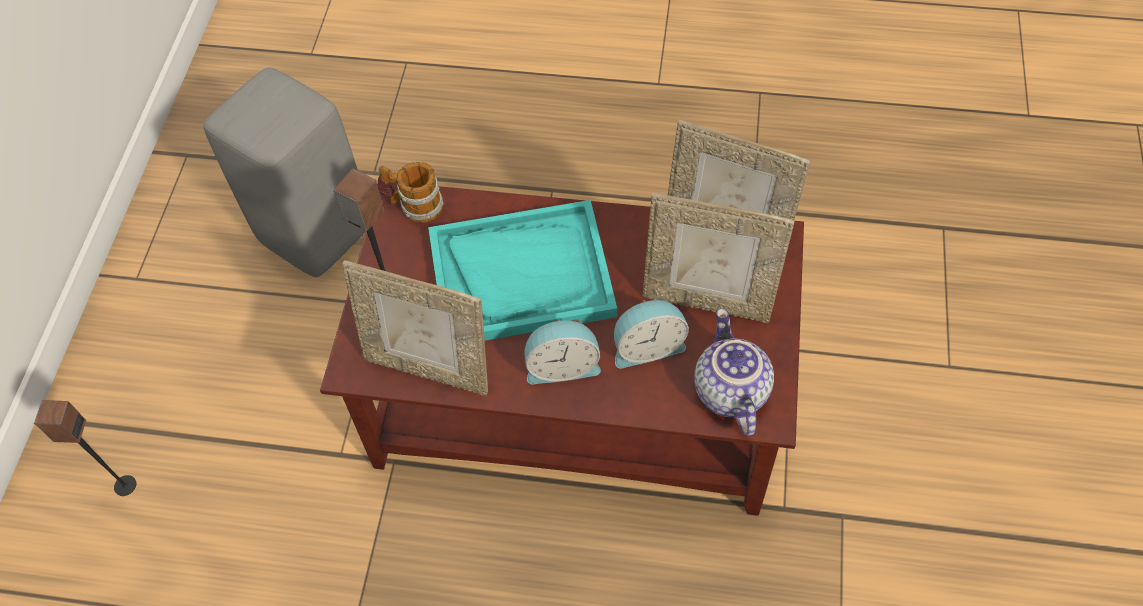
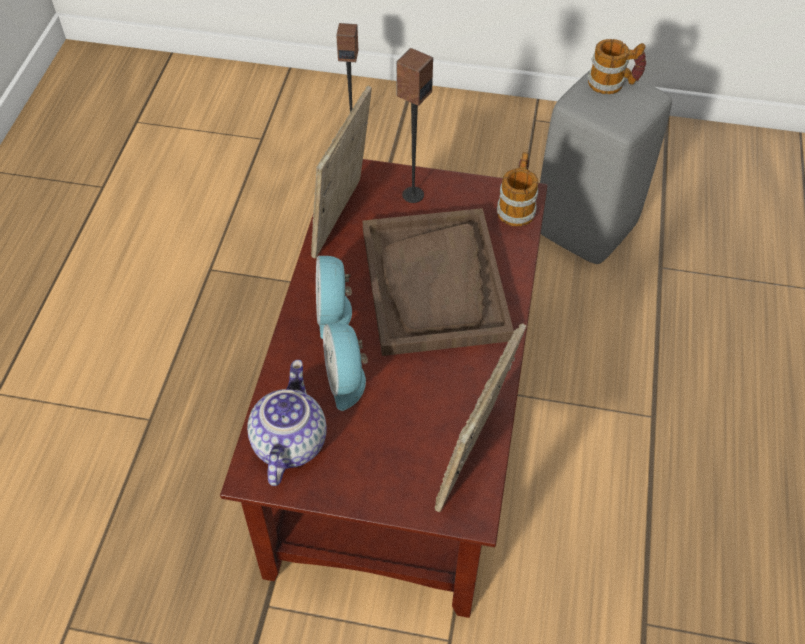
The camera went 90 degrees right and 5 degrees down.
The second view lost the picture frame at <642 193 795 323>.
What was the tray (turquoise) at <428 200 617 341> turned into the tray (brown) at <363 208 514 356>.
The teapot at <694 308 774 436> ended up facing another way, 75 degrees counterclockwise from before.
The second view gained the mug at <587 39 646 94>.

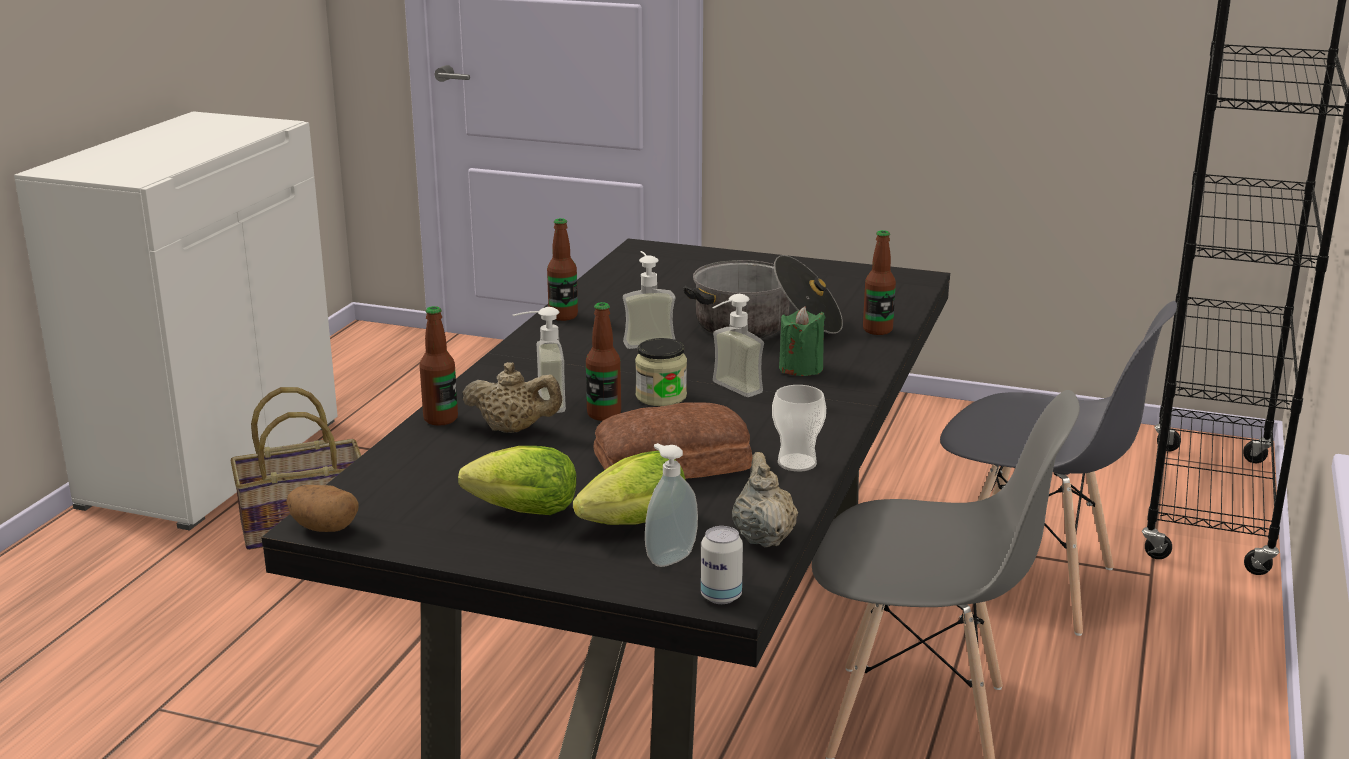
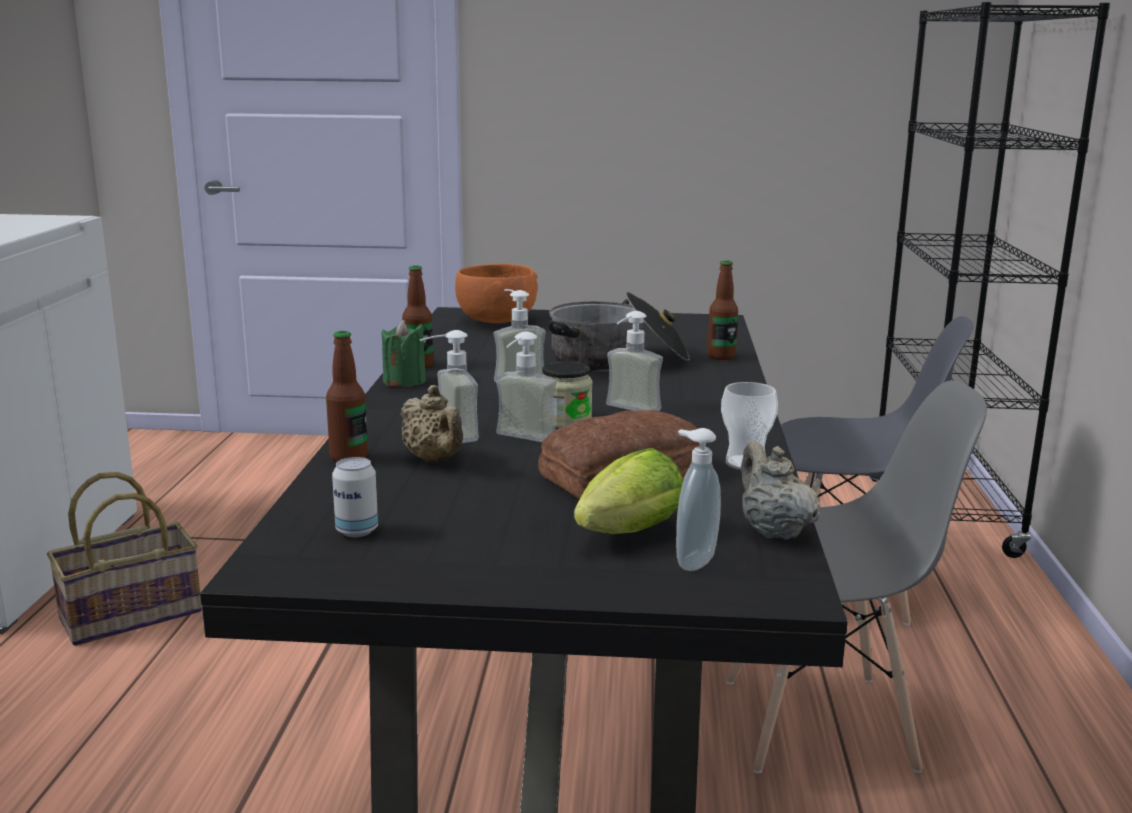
The camera went 15 degrees left and 5 degrees down.
Where the bottle stood at <586 302 621 421>, the soap dispenser came to stand at <496 331 557 442>.
The candle (green) ended up elsewhere, having gone from <779 306 826 376> to <382 320 426 387>.
The teapot (beige) at <462 362 562 433> ended up facing another way, 60 degrees clockwise from before.
The second view lost the lettuce at <458 446 577 515>.
The second view lost the potato at <287 485 359 532>.
The can ended up elsewhere, having gone from <701 526 743 604> to <332 457 378 537>.
The second view gained the bowl (orange) at <455 264 537 323>.

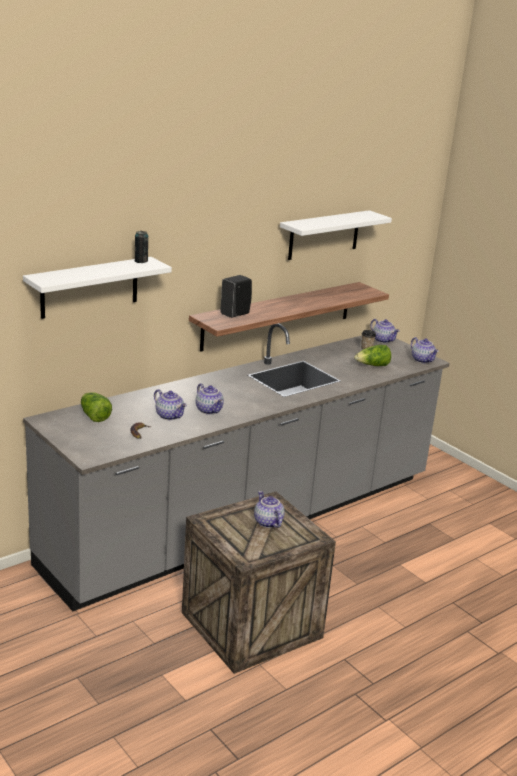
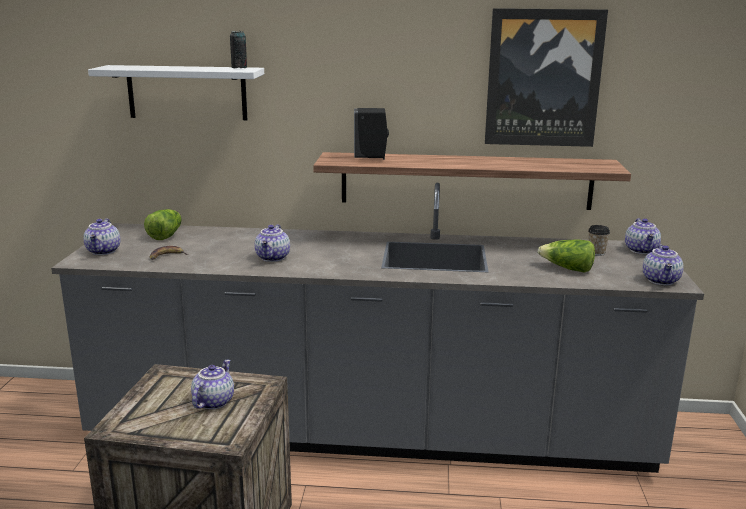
The camera went 45 degrees right and 5 degrees down.
Where the shelf (white) hung at <280 210 392 260>, the picture came to hang at <485 8 608 147>.
The teapot ended up elsewhere, having gone from <154 389 187 420> to <83 219 120 255>.

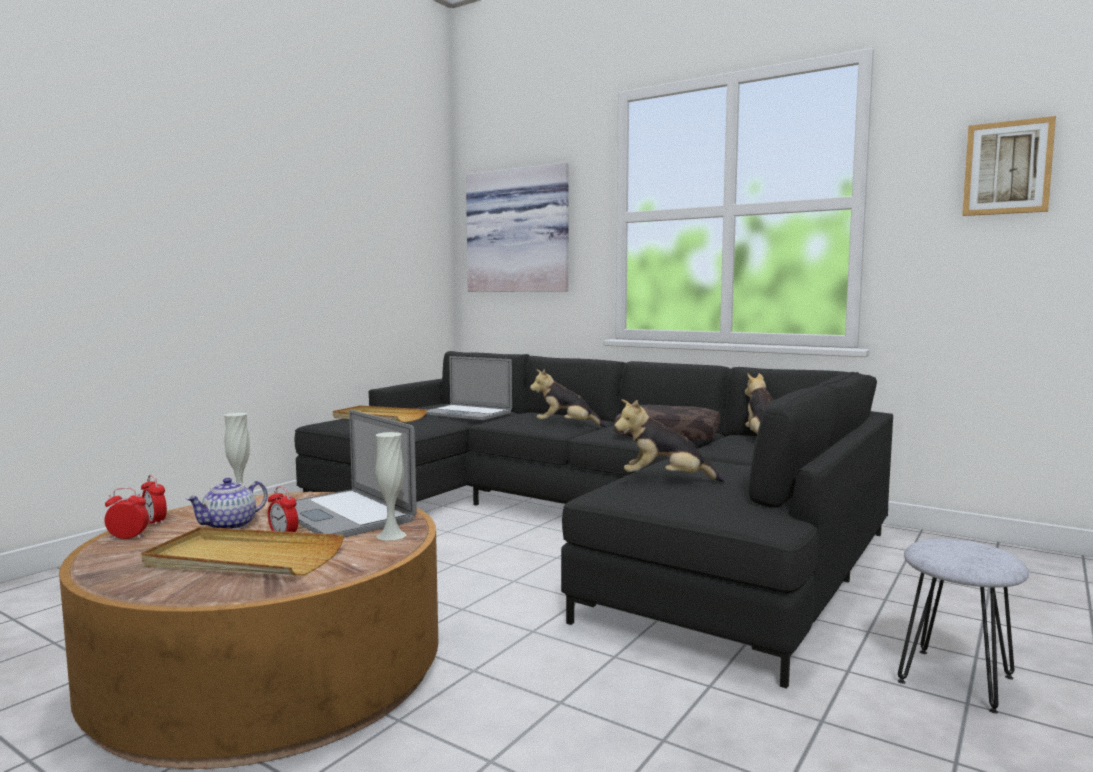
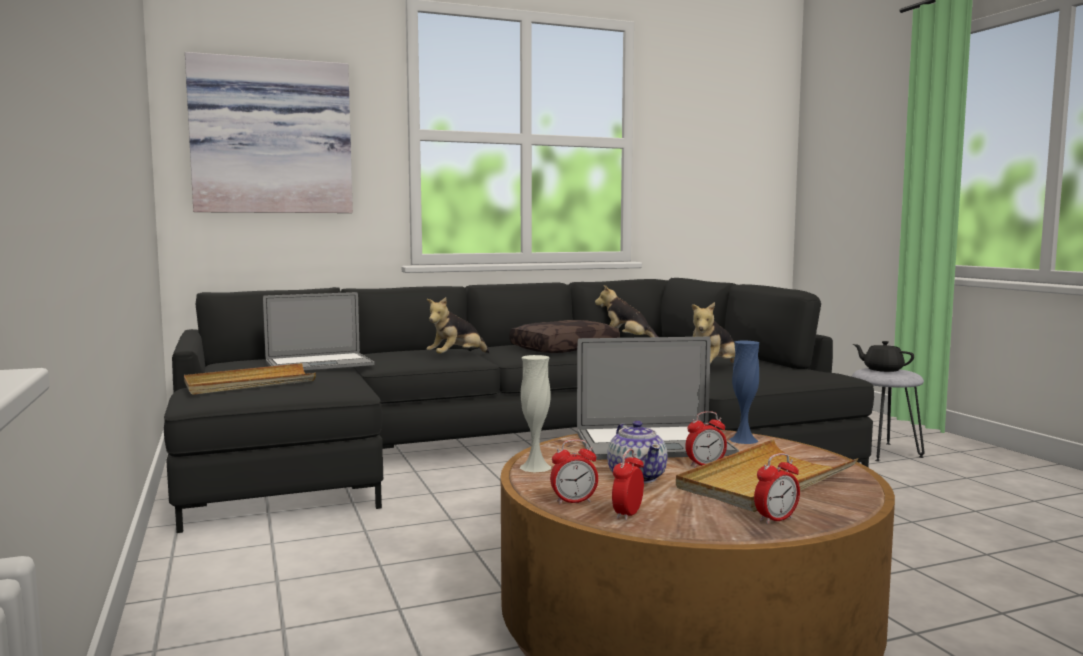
The camera went 55 degrees left and 0 degrees up.
The second view lost the picture at <962 116 1056 216>.
What was the vase (white) at <375 432 406 540> turned into the vase (blue) at <729 341 759 444>.
The second view gained the teapot (black) at <853 341 914 372>.
The second view gained the alarm clock at <754 453 800 524>.

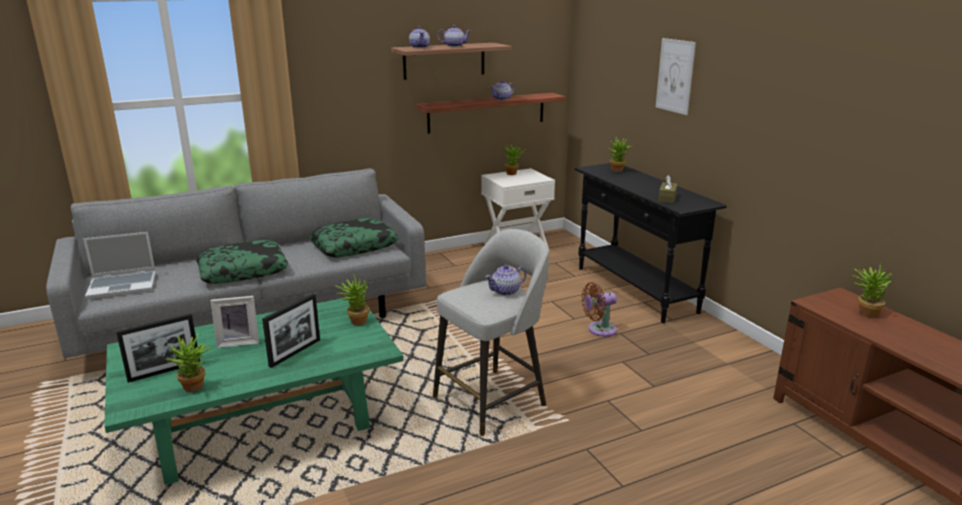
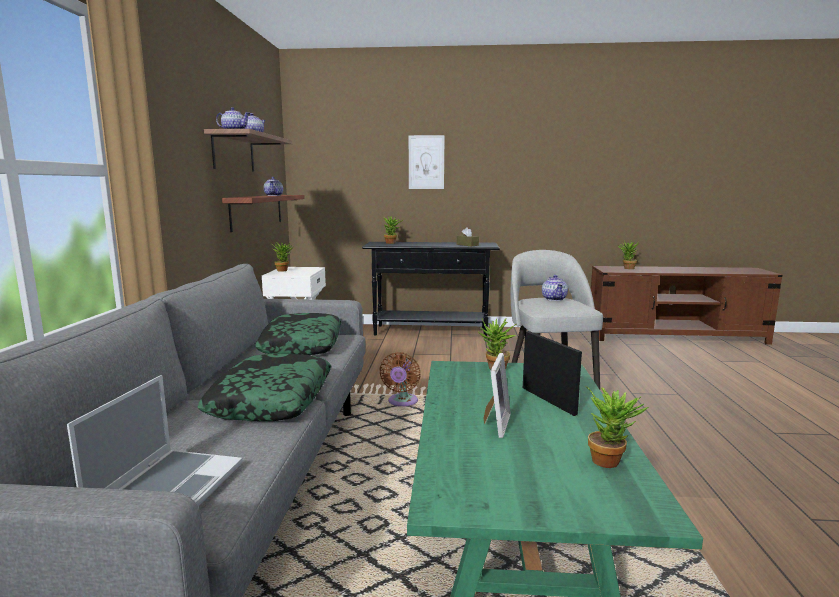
The camera went 60 degrees left and 10 degrees down.
The fan (brown) ended up elsewhere, having gone from <581 282 617 337> to <379 352 420 406>.
The second view lost the picture frame at <116 314 200 383>.

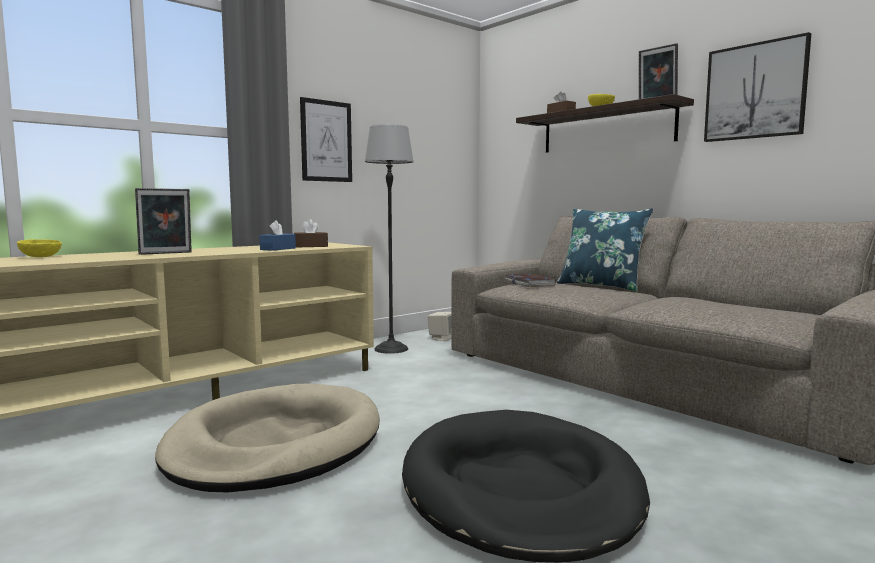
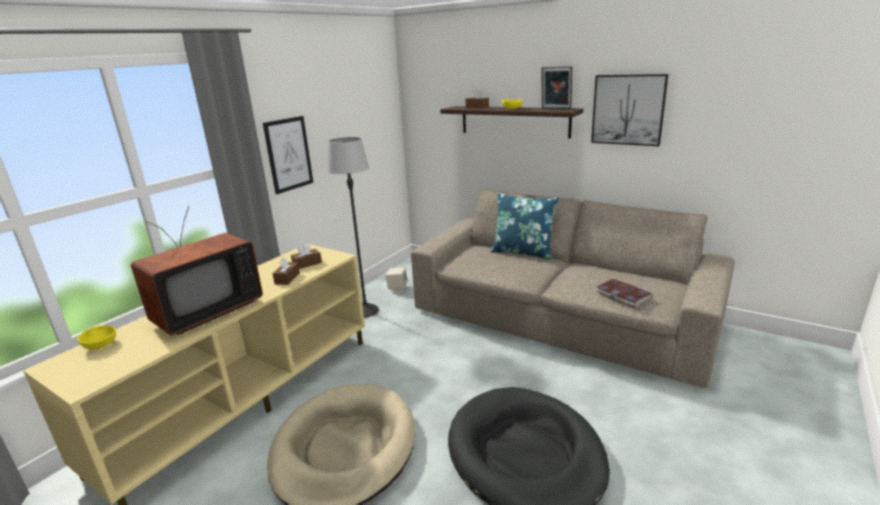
The camera went 15 degrees left and 15 degrees up.
Where the picture frame stood at <135 188 192 255>, the television came to stand at <131 206 263 335>.
What was the tissue box (blue) at <259 220 296 251> turned into the tissue box (brown) at <273 257 300 285>.
The book ended up elsewhere, having gone from <506 274 556 287> to <596 279 652 307>.

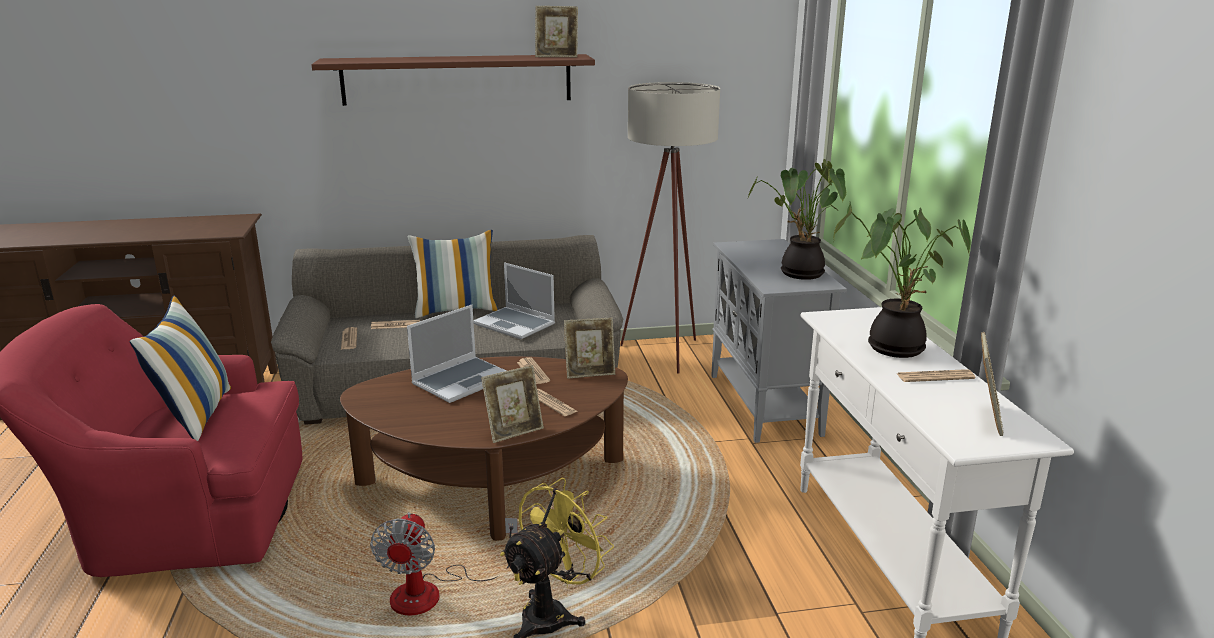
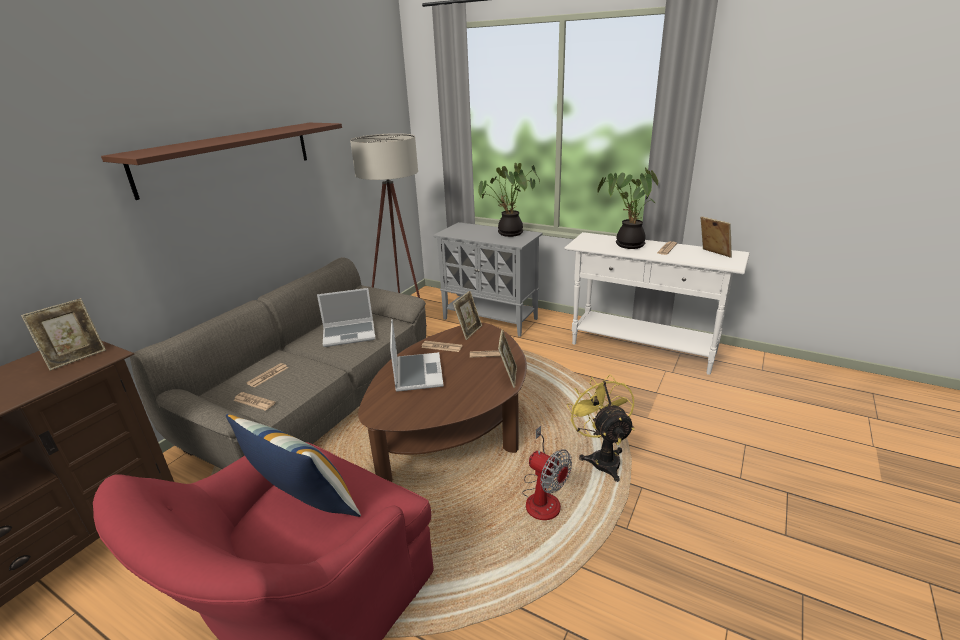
The camera went 50 degrees left and 5 degrees up.
The picture frame ended up elsewhere, having gone from <535 6 578 57> to <21 298 106 371>.
The second view lost the pillow at <408 230 499 318>.

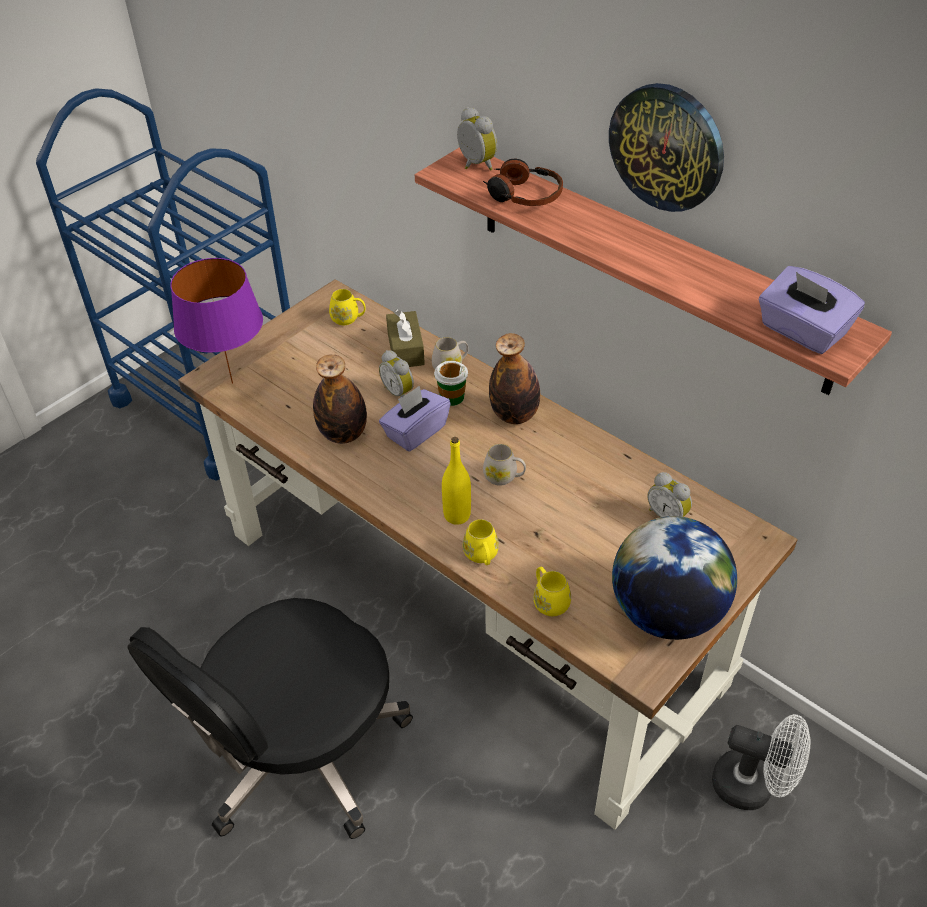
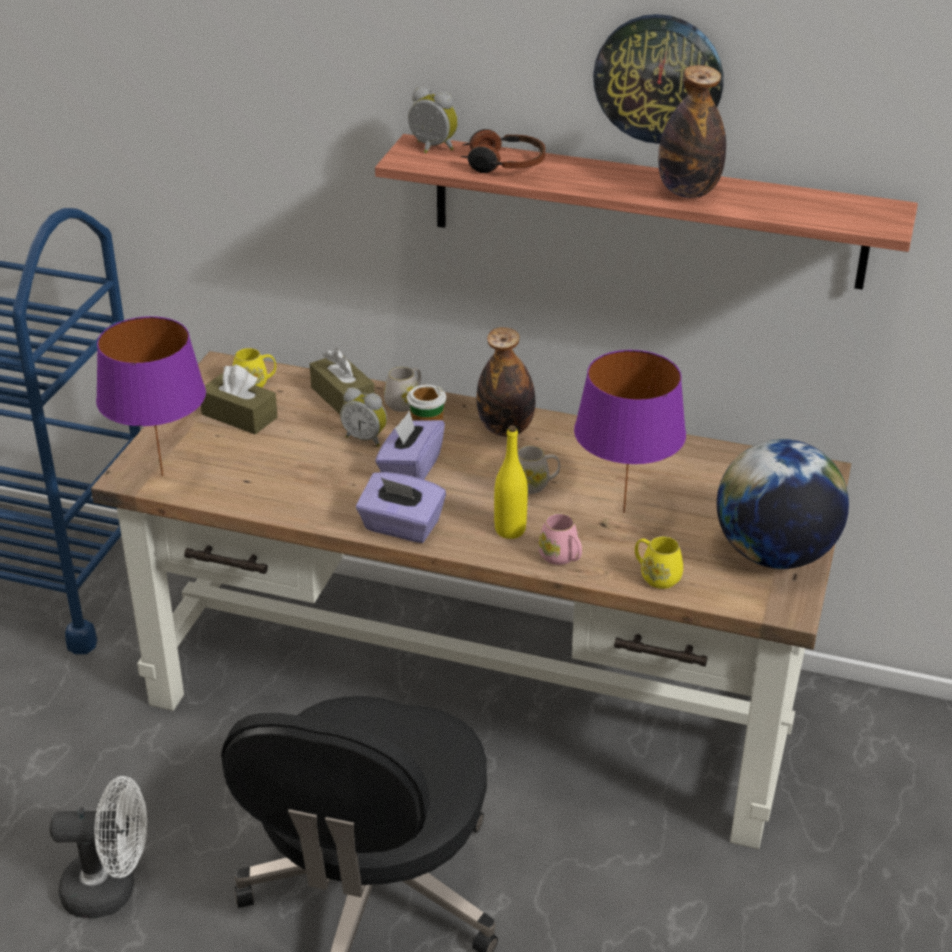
The camera went 25 degrees left and 10 degrees down.
The tissue box (purple) ended up elsewhere, having gone from <759 266 865 354> to <356 472 446 543>.
The bottle ended up elsewhere, having gone from <313 354 367 444> to <658 65 726 198>.
The second view lost the alarm clock at <648 472 692 517>.
What was the mug (yellow) at <463 519 499 565> turned into the mug (pink) at <538 513 582 565>.
The fan (white) ended up elsewhere, having gone from <712 714 811 810> to <50 776 147 918>.
The second view gained the table lamp (purple) at <574 350 686 513>.
The second view gained the tissue box (brown) at <201 365 278 435>.

